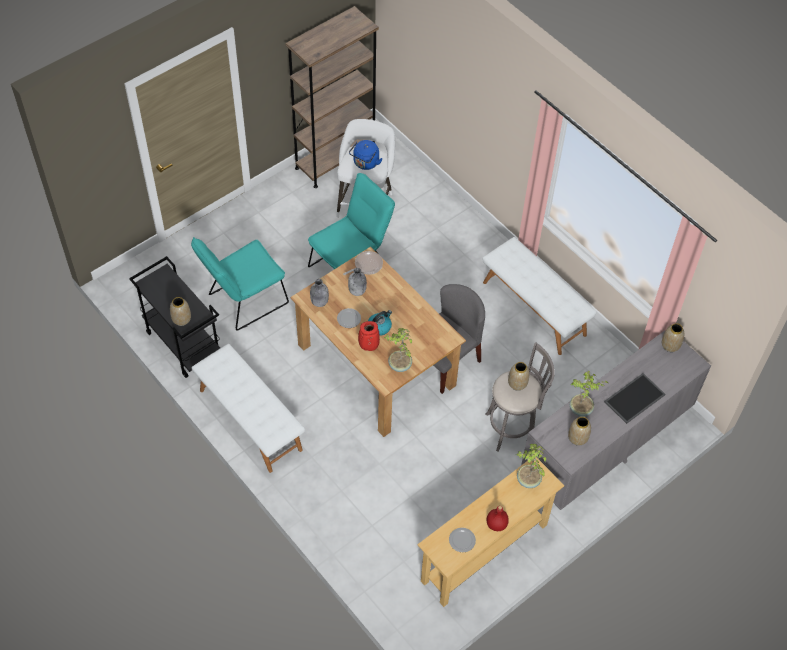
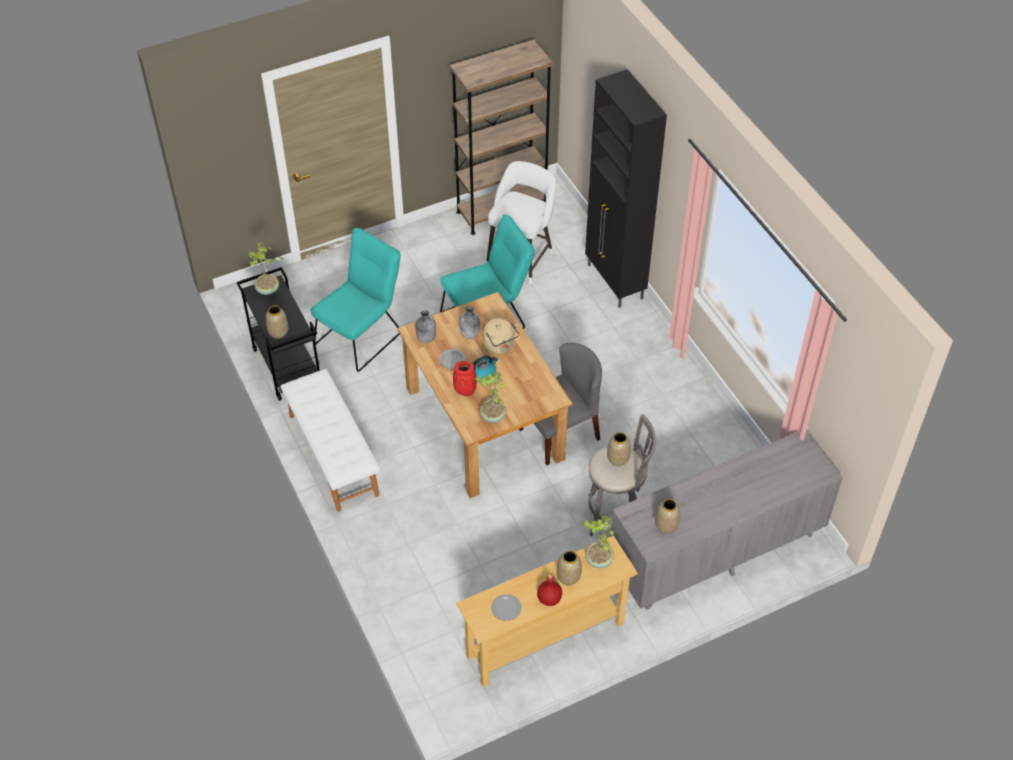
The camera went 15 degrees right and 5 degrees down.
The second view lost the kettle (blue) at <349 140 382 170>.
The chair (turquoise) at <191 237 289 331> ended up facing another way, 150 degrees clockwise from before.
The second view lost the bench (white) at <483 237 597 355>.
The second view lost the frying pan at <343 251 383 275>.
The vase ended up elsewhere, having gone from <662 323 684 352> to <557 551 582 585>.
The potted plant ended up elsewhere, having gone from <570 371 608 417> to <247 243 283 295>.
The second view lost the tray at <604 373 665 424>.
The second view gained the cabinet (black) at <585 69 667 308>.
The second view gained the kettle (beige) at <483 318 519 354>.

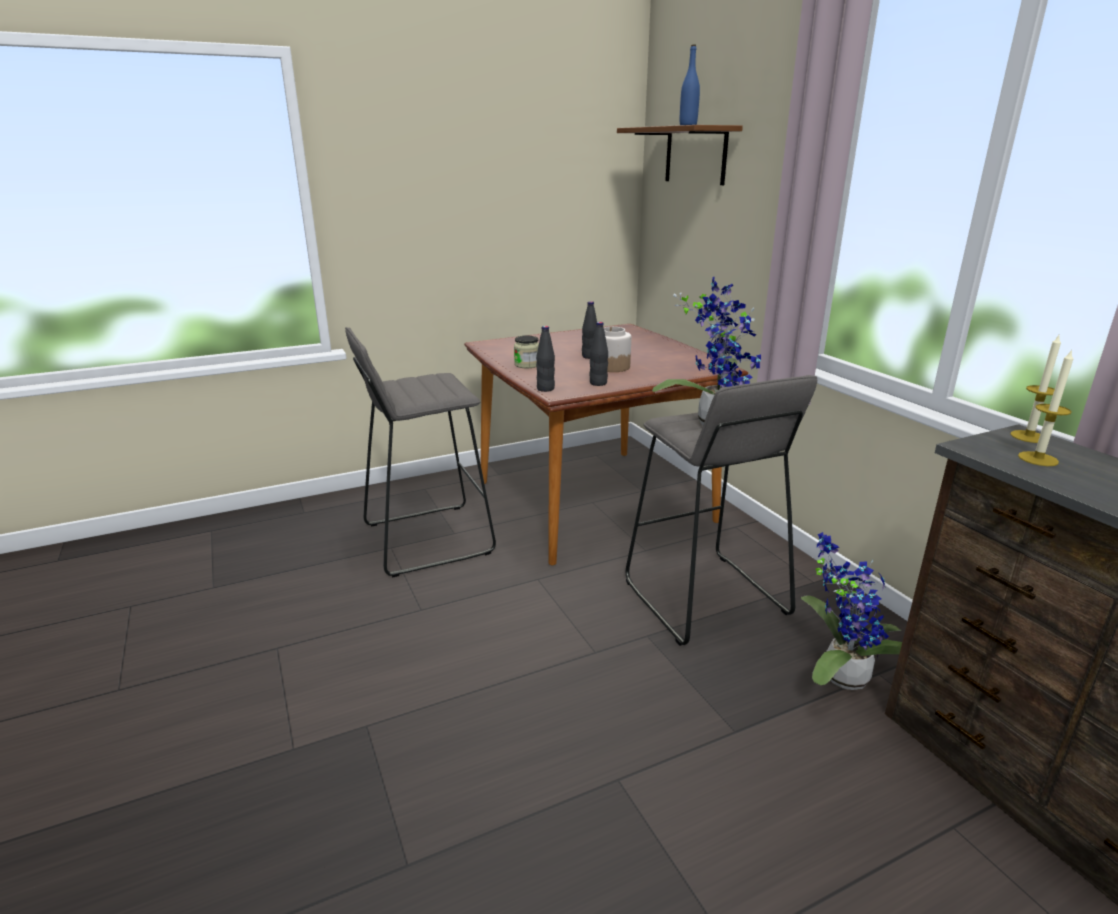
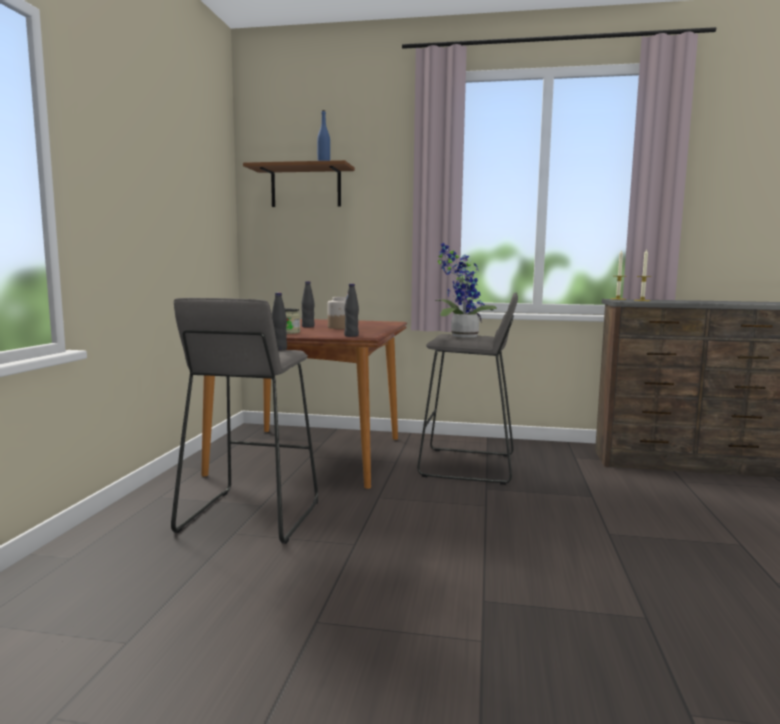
The camera went 55 degrees left and 15 degrees down.
The bottle (black) ended up elsewhere, having gone from <589 322 608 386> to <272 293 287 351>.
The second view lost the potted plant at <801 532 902 690>.

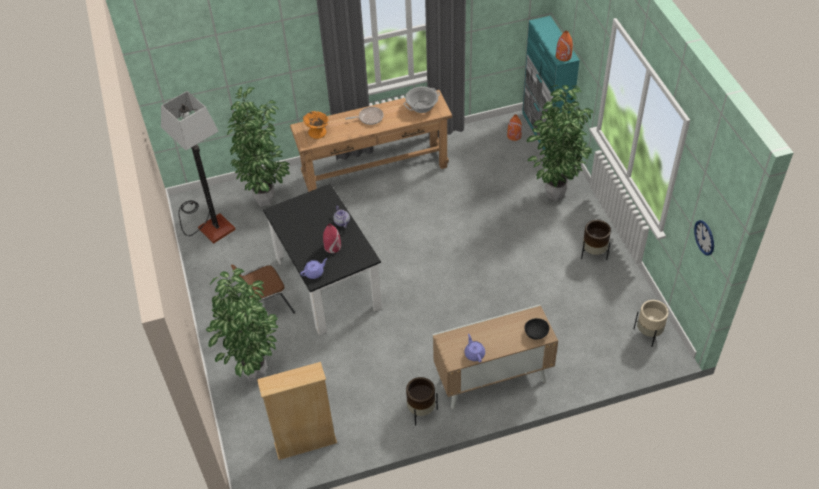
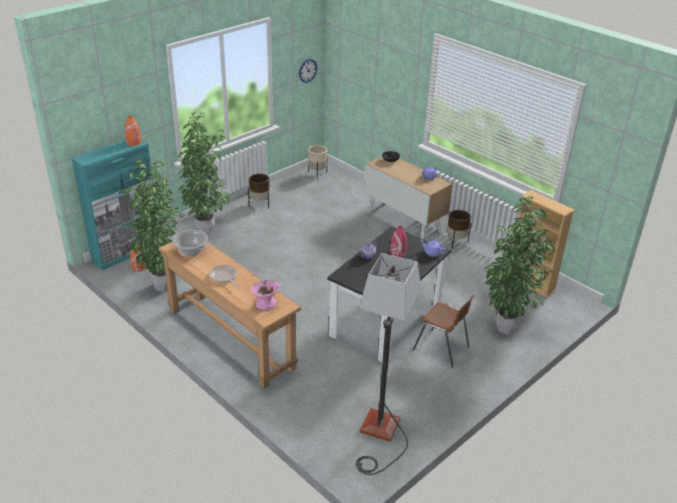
The camera went 120 degrees left and 15 degrees down.
The potted plant ended up elsewhere, having gone from <227 87 290 207> to <124 159 185 292>.
What was the bowl (orange) at <303 111 329 139> turned into the bowl (pink) at <251 280 280 310>.

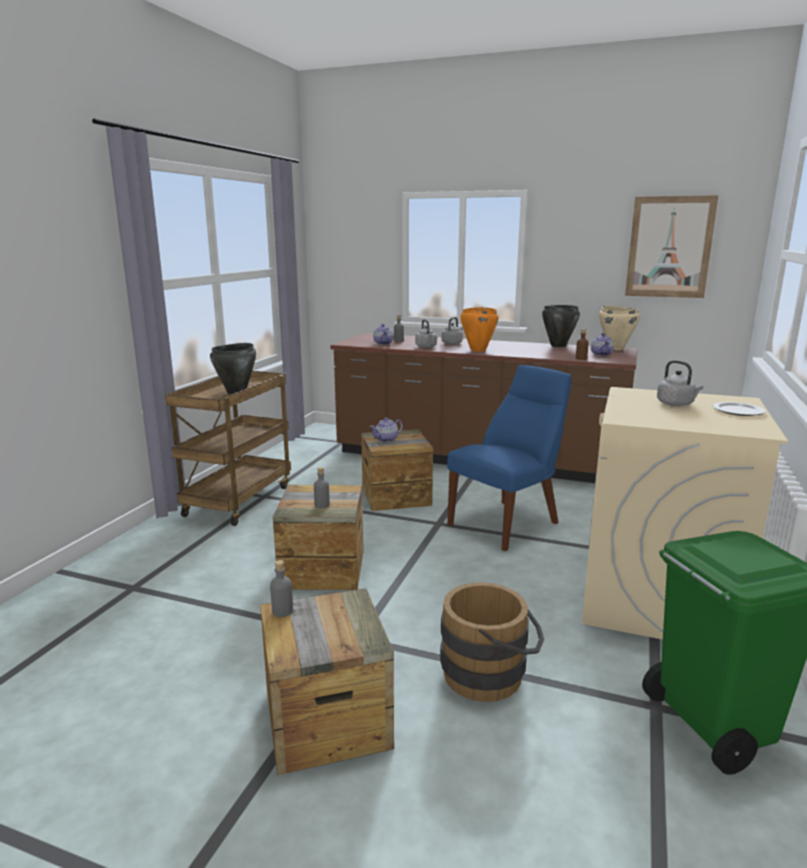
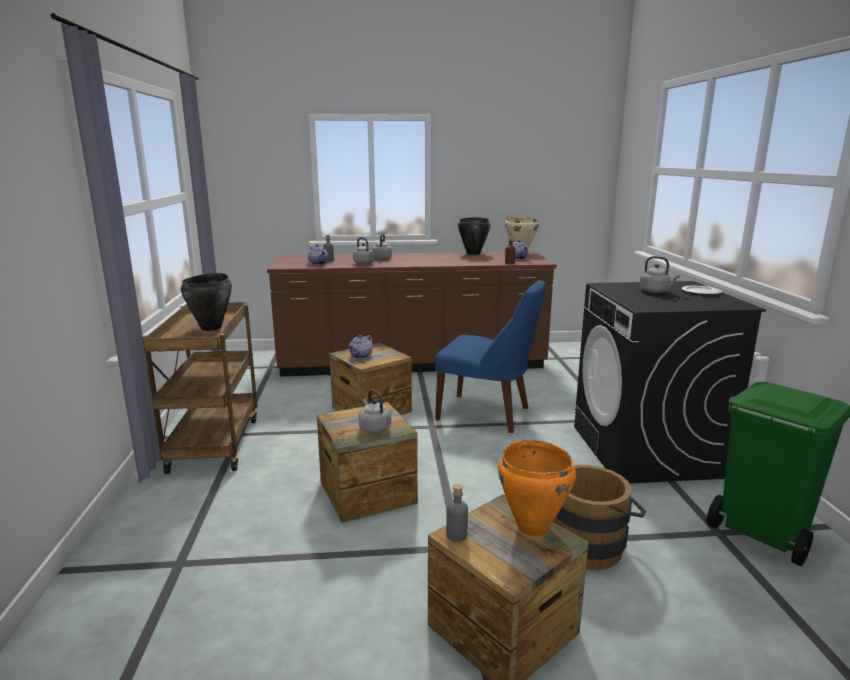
The camera went 25 degrees left and 0 degrees up.
The second view lost the picture at <625 195 718 298>.
The cooking pot (orange) ended up elsewhere, having gone from <460 307 499 352> to <498 440 576 537>.
The chair (blue) at <447 365 572 551> ended up facing another way, 90 degrees clockwise from before.
What was the washing machine (beige) at <582 387 788 640> turned into the washing machine (black) at <574 281 766 484>.
Where the bottle (grey) stood at <314 467 330 508>, the kettle (grey) came to stand at <358 390 391 433>.

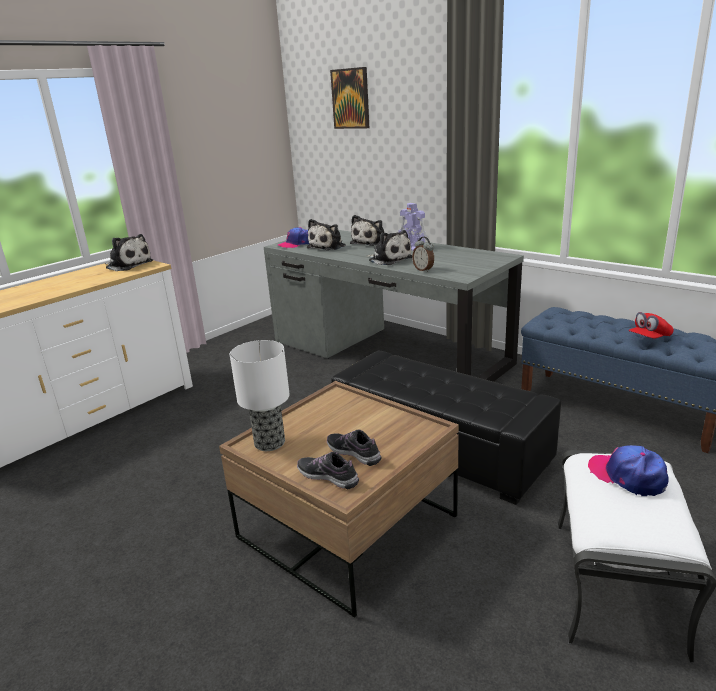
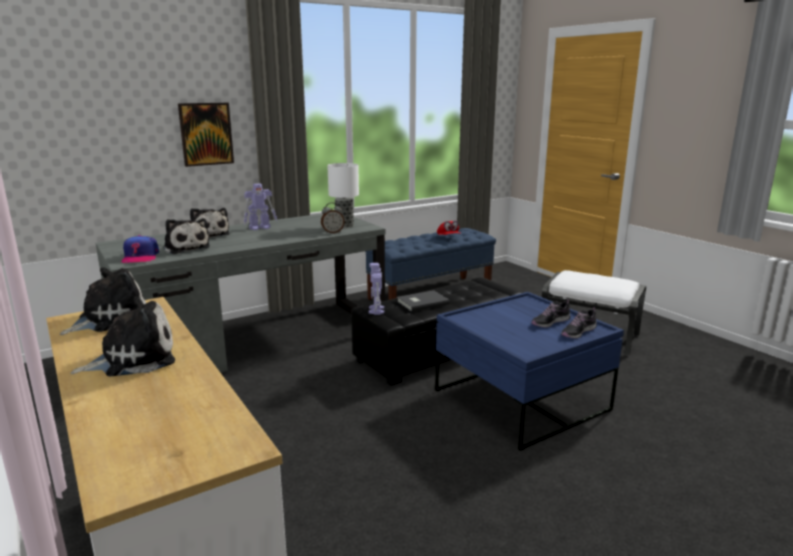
The camera went 75 degrees left and 5 degrees down.
The picture ended up elsewhere, having gone from <330 67 369 129> to <178 103 234 167>.
The plush toy ended up elsewhere, having gone from <367 230 412 265> to <70 296 175 376>.
The table lamp ended up elsewhere, having gone from <230 340 290 451> to <327 163 359 228>.
What was the coffee table (brown) at <219 381 459 617> turned into the coffee table (blue) at <435 292 624 451>.
The second view lost the cap at <588 445 669 496>.
The second view gained the toy robot at <369 263 384 315>.
The second view gained the book (grey) at <397 290 450 312>.

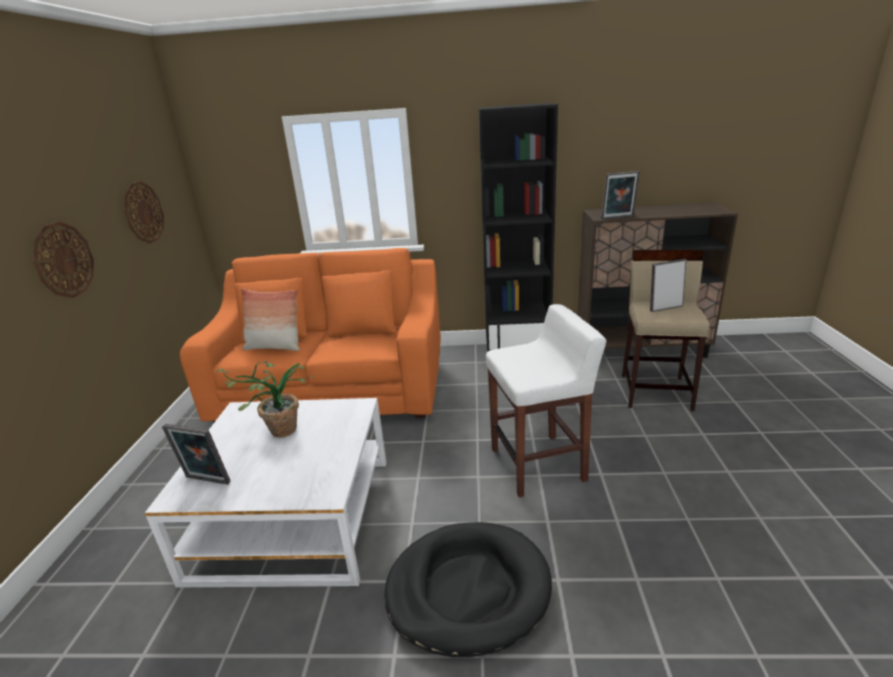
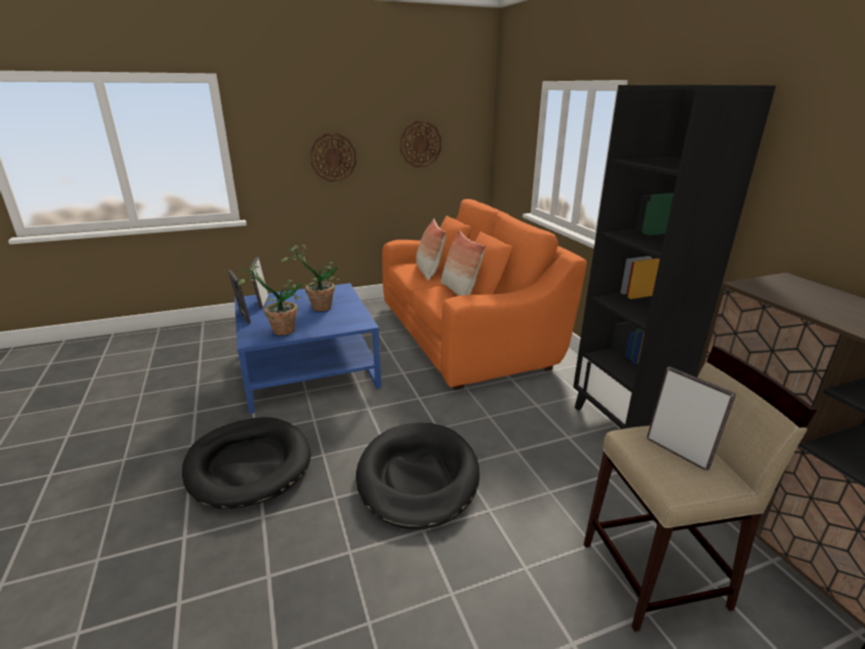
The camera went 65 degrees right and 0 degrees up.
The picture frame ended up elsewhere, having gone from <601 171 640 219> to <228 270 251 324>.
Where the stool (white) stood at <486 304 606 497>, the dog bed (black) came to stand at <356 423 480 529>.
What was the coffee table (white) at <145 398 387 587> turned into the coffee table (blue) at <235 283 381 414>.
The second view gained the pillow at <441 230 486 296>.
The second view gained the potted plant at <238 263 307 335>.

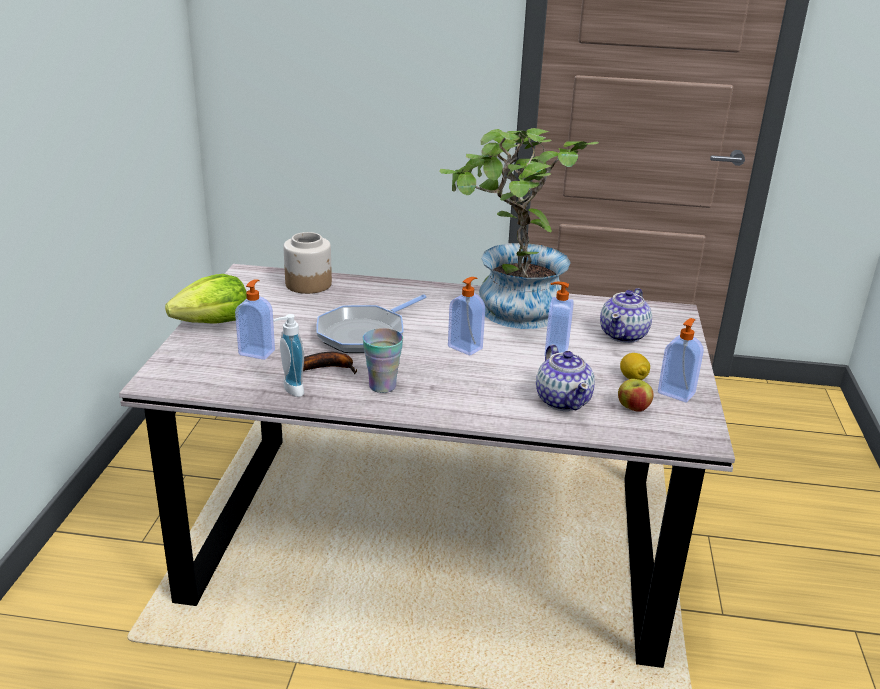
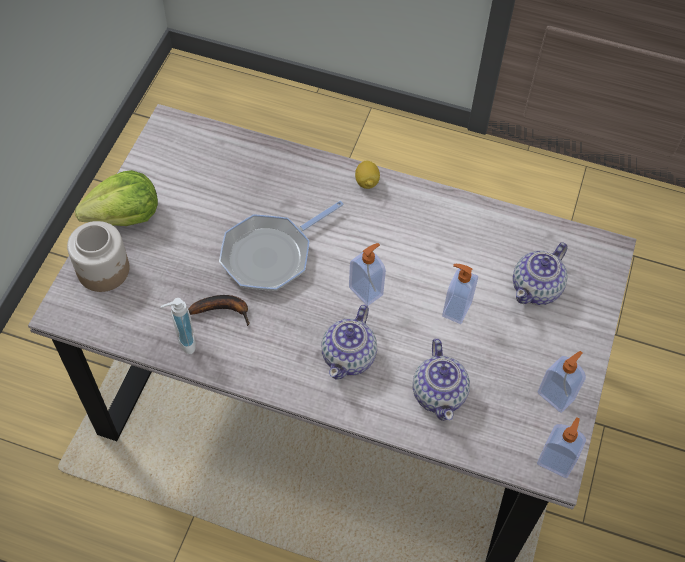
The camera went 10 degrees right and 30 degrees up.
The second view lost the potted plant at <439 128 599 329>.
The jar ended up elsewhere, having gone from <284 232 332 294> to <67 221 130 292>.
The soap dispenser ended up elsewhere, having gone from <235 279 275 360> to <537 417 586 478>.
The second view lost the cup at <363 328 403 393>.
The lemon ended up elsewhere, having gone from <620 353 650 380> to <355 160 380 189>.
The second view lost the apple at <618 379 653 412>.
The second view gained the teapot at <322 305 377 380>.

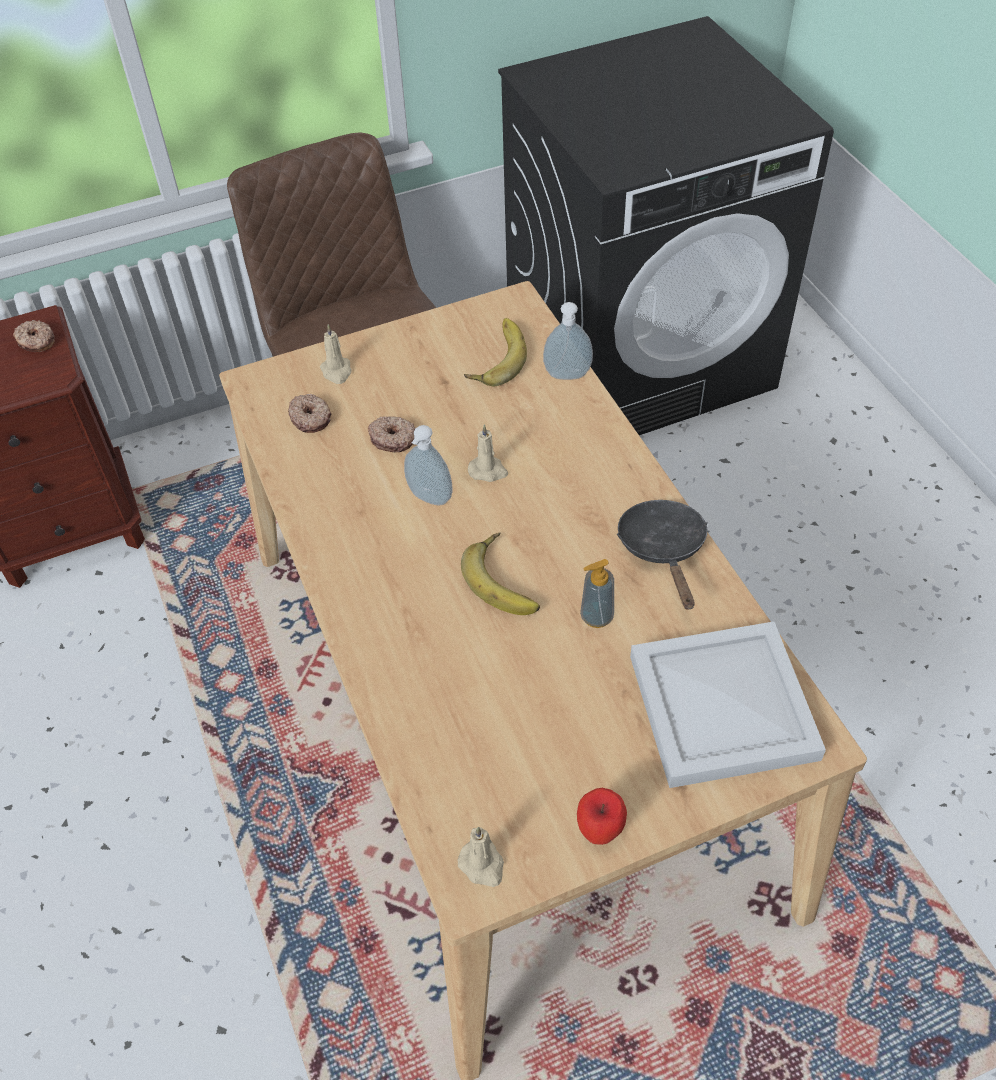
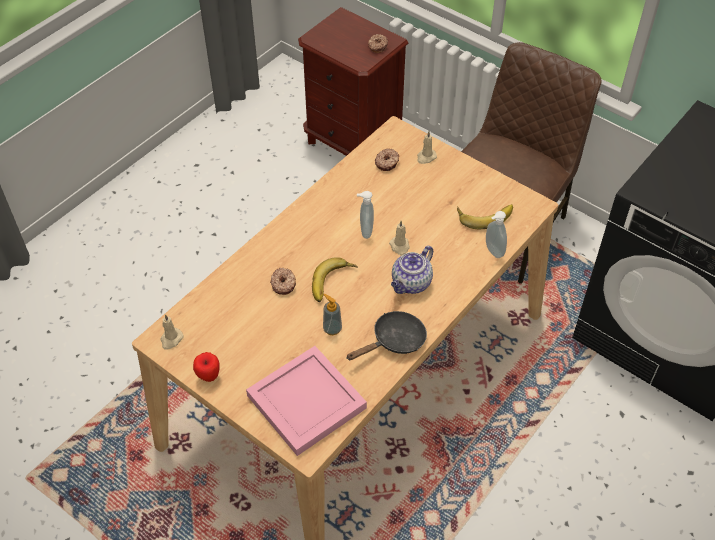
The camera went 60 degrees right and 0 degrees up.
The donut ended up elsewhere, having gone from <368 416 416 452> to <270 268 296 295>.
What was the tray (white) at <630 622 826 788> turned into the tray (pink) at <246 346 367 456>.
The second view gained the teapot at <391 246 433 294>.

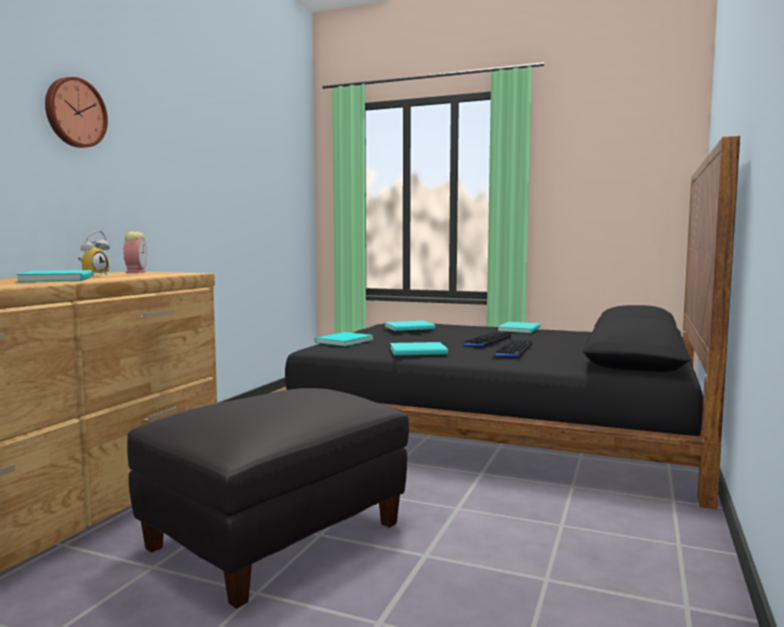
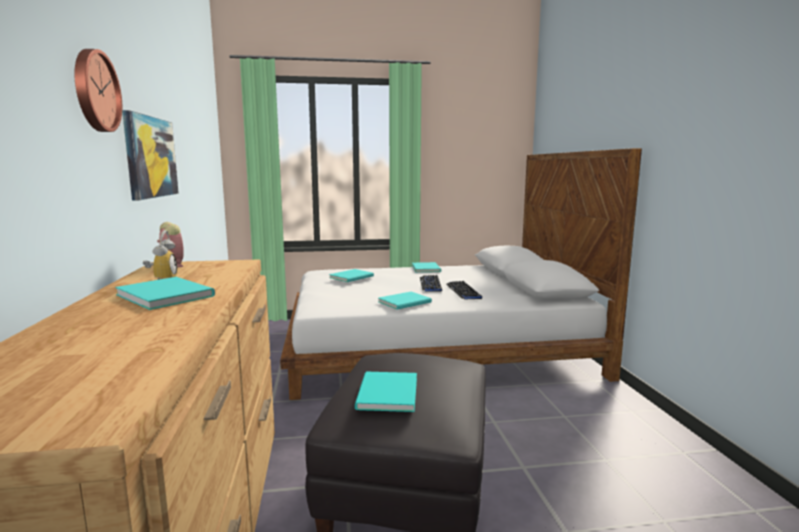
The camera went 30 degrees left and 5 degrees up.
What was the bed (black) at <271 136 740 509> turned into the bed (white) at <280 148 642 400>.
The book (turquoise) ended up elsewhere, having gone from <315 332 374 346> to <355 372 417 412>.
The second view gained the picture at <122 110 179 200>.

